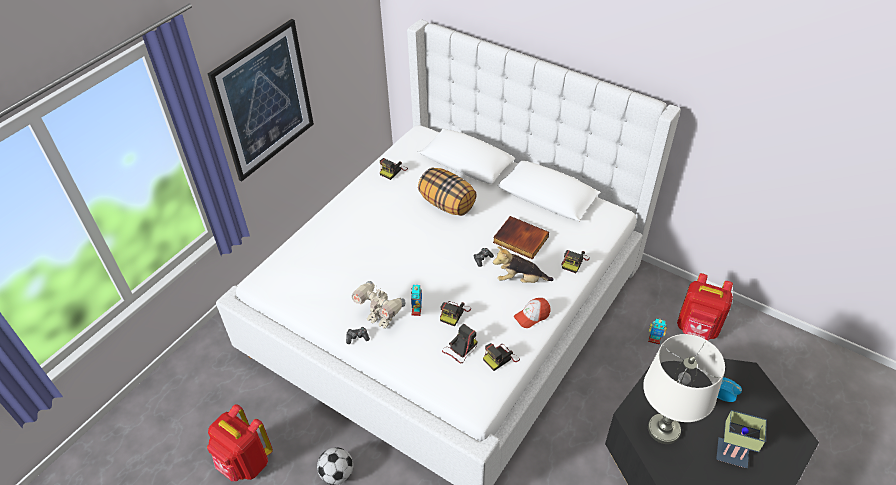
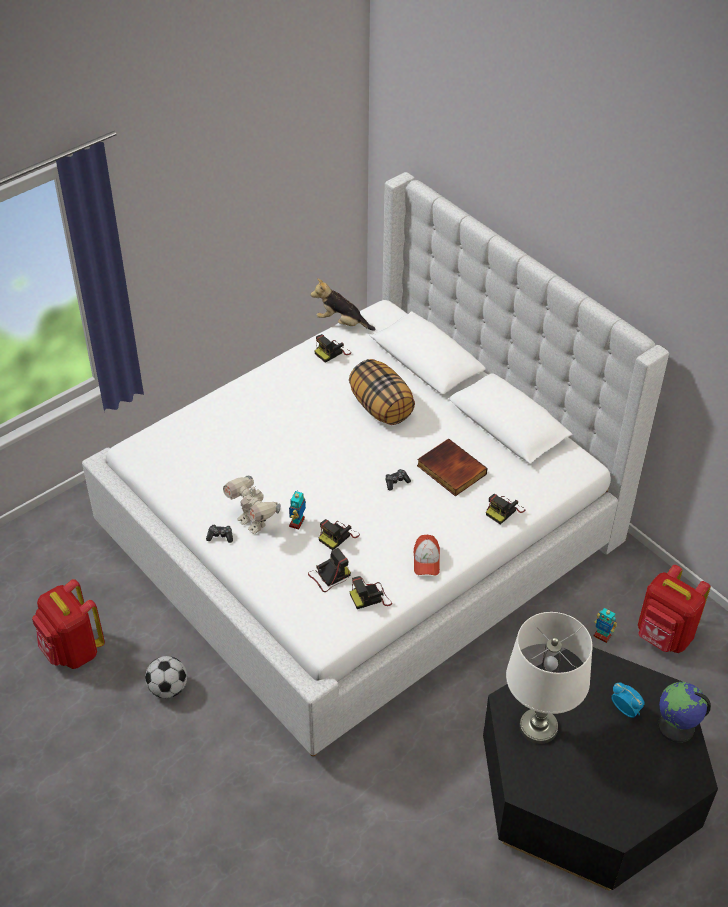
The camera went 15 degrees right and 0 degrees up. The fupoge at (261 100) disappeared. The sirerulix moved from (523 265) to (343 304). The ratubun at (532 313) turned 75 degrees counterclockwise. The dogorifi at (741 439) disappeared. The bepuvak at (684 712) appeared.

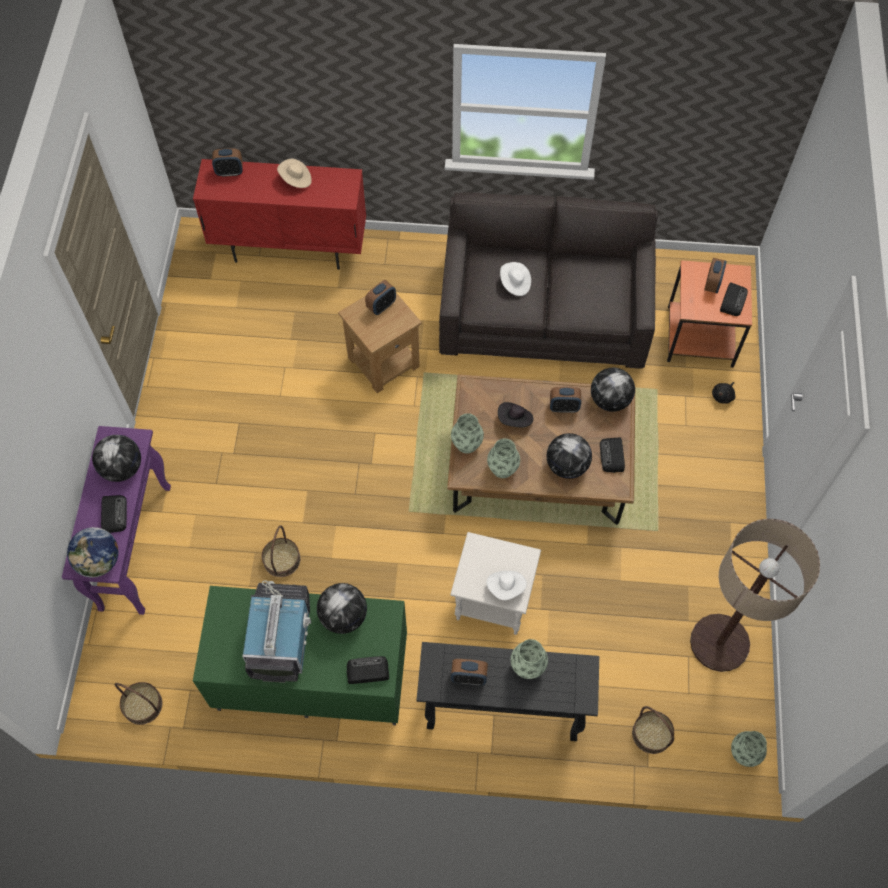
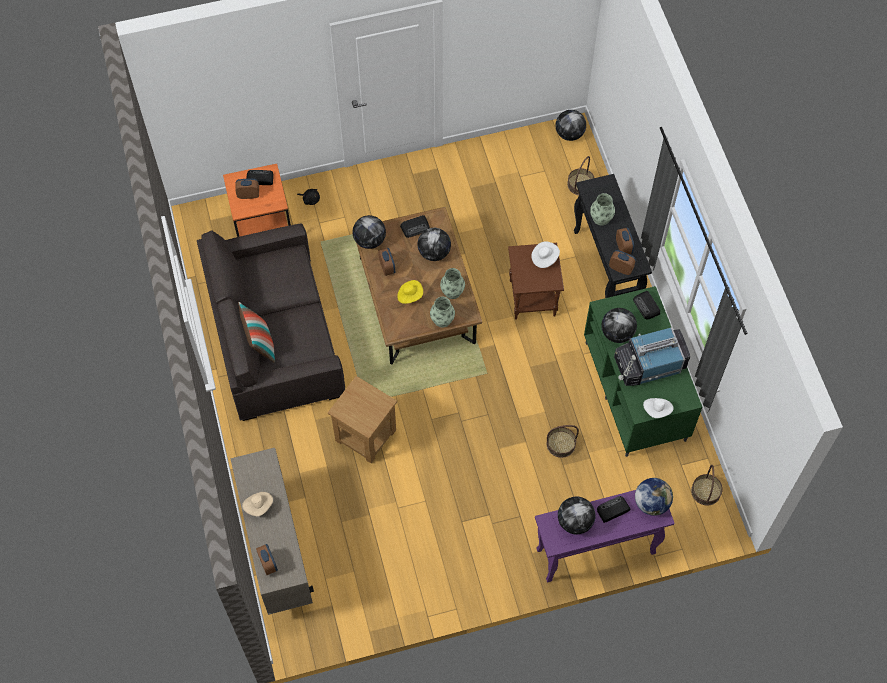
The camera went 110 degrees left and 0 degrees up. The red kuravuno at (279 214) became the beige kuravuno at (272 531). The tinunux moved from (380 297) to (622 262). The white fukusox at (495 583) became the brown fukusox at (536 281). The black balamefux at (515 414) became the yellow balamefux at (410 292). The white balamefux moved from (515 279) to (658 408). The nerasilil at (755 595) disappeared. The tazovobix at (749 749) was replaced by the bepuvak at (570 125). The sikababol at (256 332) appeared.

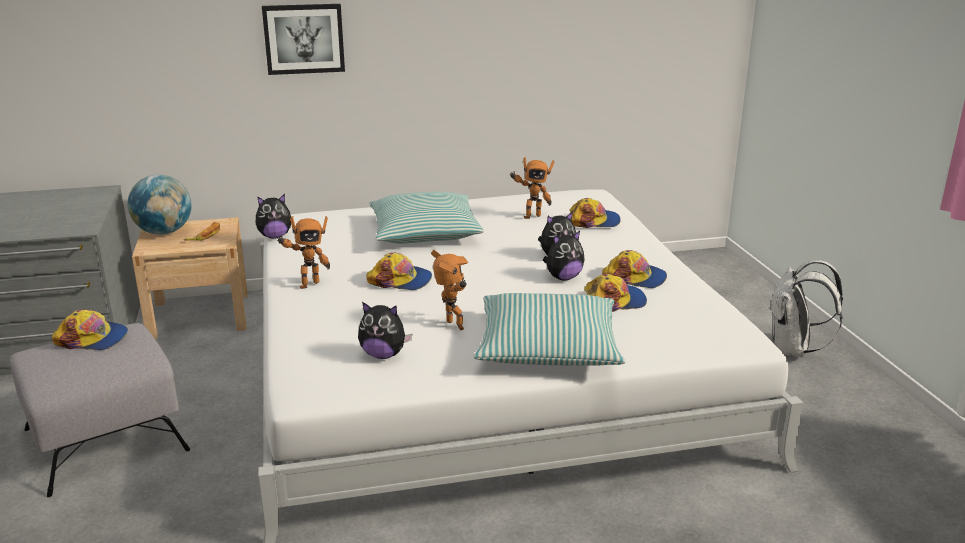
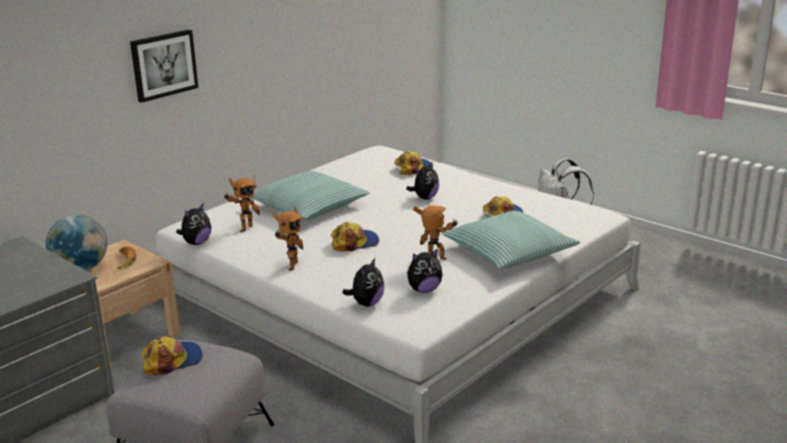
The camera went 35 degrees left and 0 degrees up. The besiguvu moved from (531 188) to (242 203). The sirerulix moved from (564 255) to (363 282). The ratubun at (634 269) disappeared.

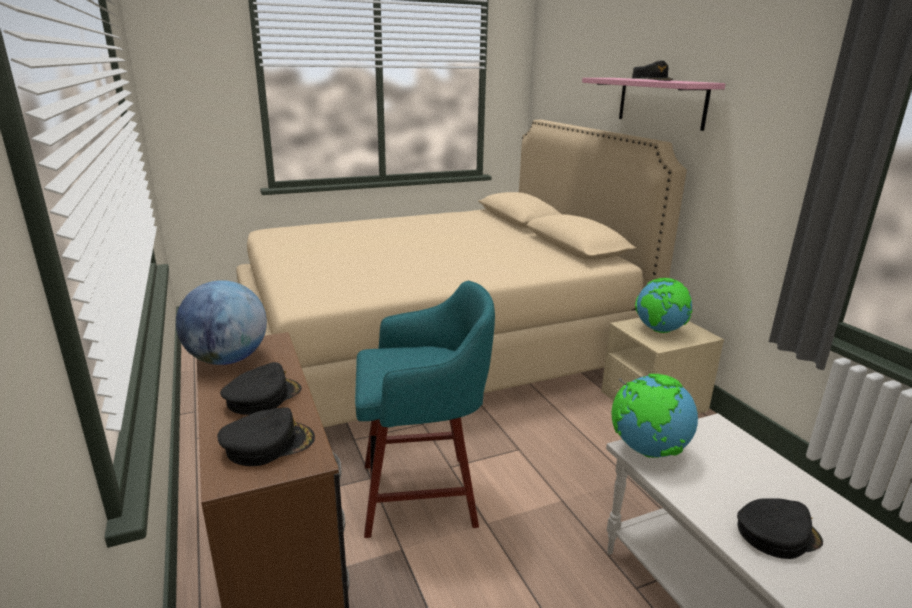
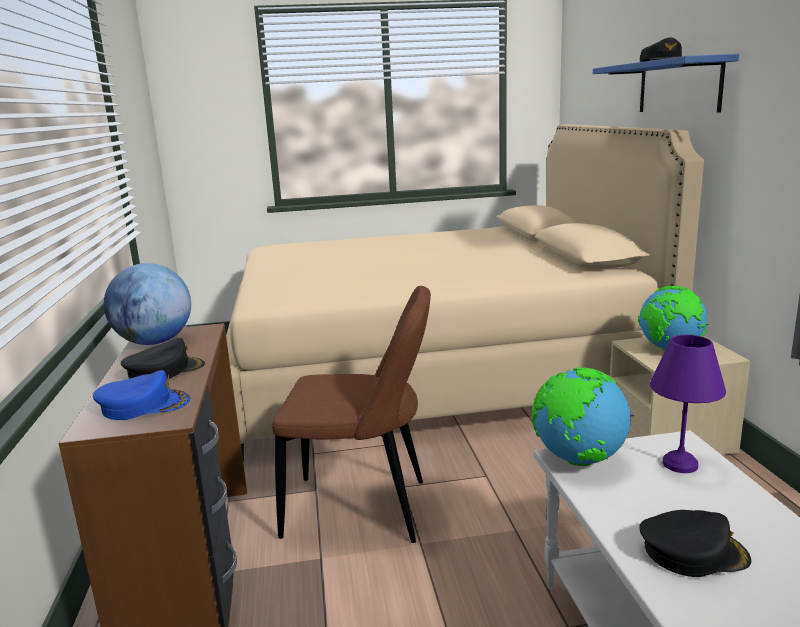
The camera went 15 degrees right and 5 degrees down. The black ratubun at (266 436) became the blue ratubun at (141 395). The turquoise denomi at (425 409) was replaced by the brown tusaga at (351 414). The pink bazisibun at (654 104) became the blue bazisibun at (666 83). The purple dogorifi at (688 404) appeared.

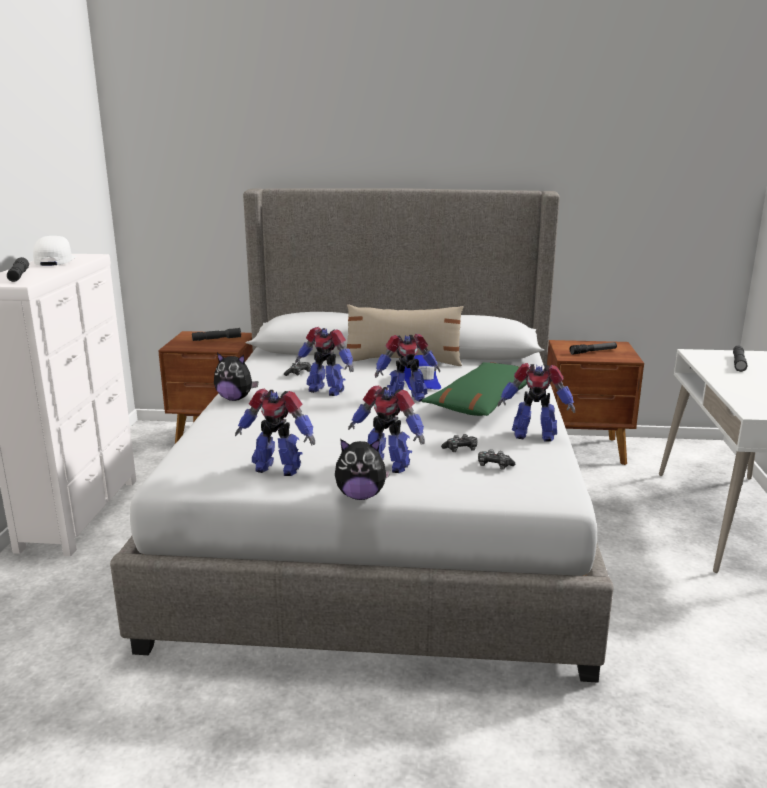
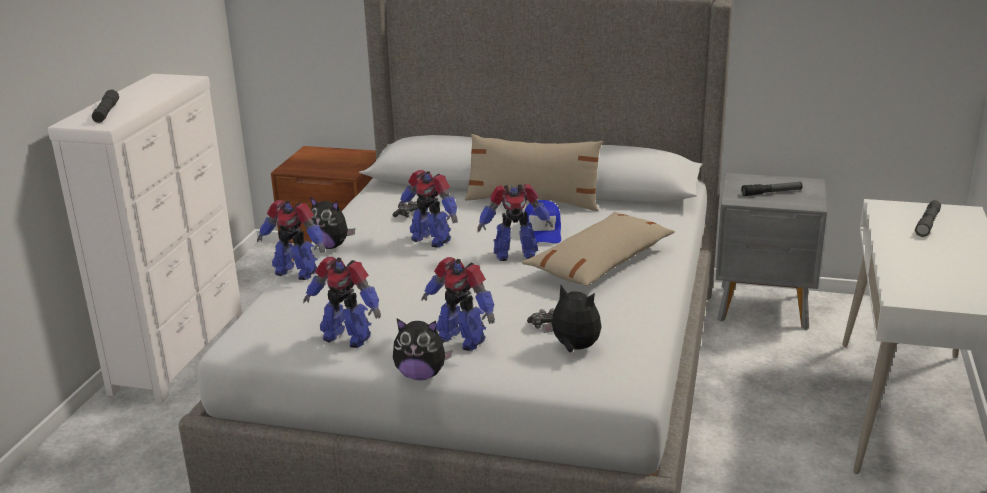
The camera went 10 degrees right and 5 degrees up. The white ratubun at (55 251) disappeared. The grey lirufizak at (216 334) disappeared. The green sikababol at (475 389) became the beige sikababol at (598 249). The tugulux at (496 459) was replaced by the sirerulix at (572 318). The besiguvu moved from (536 402) to (291 240). The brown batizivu at (595 402) became the grey batizivu at (771 251).

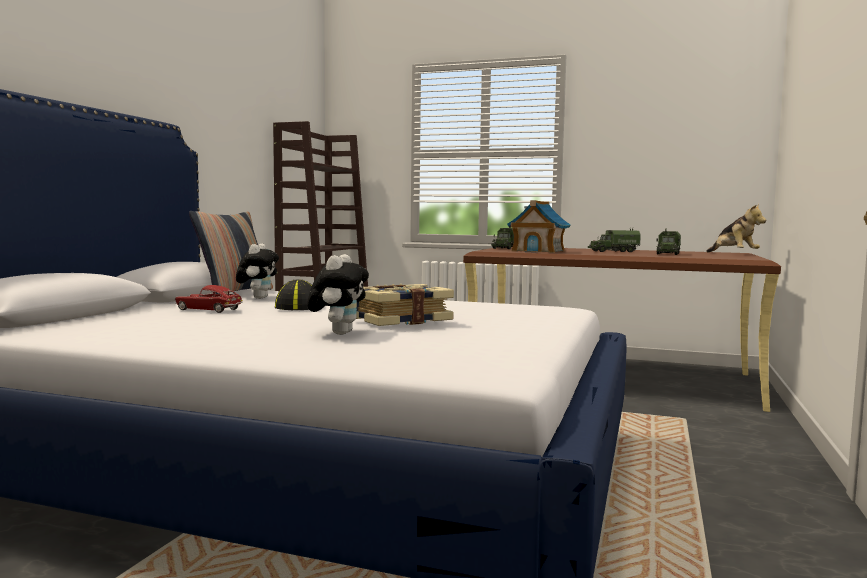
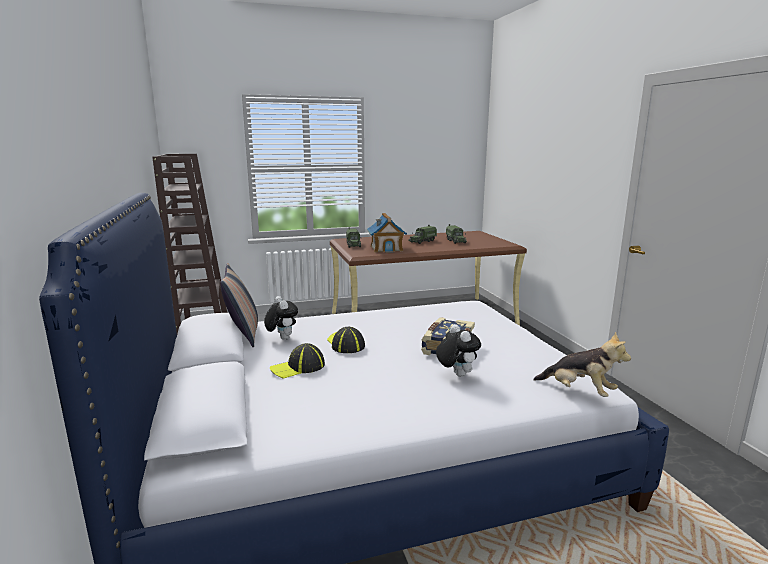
The camera went 35 degrees left and 10 degrees up. The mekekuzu at (209 299) was replaced by the ratubun at (297 361). The sirerulix moved from (736 228) to (582 364).

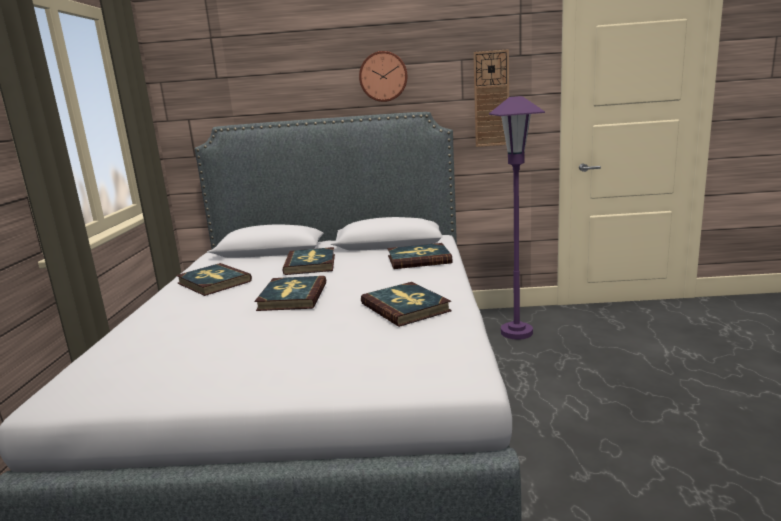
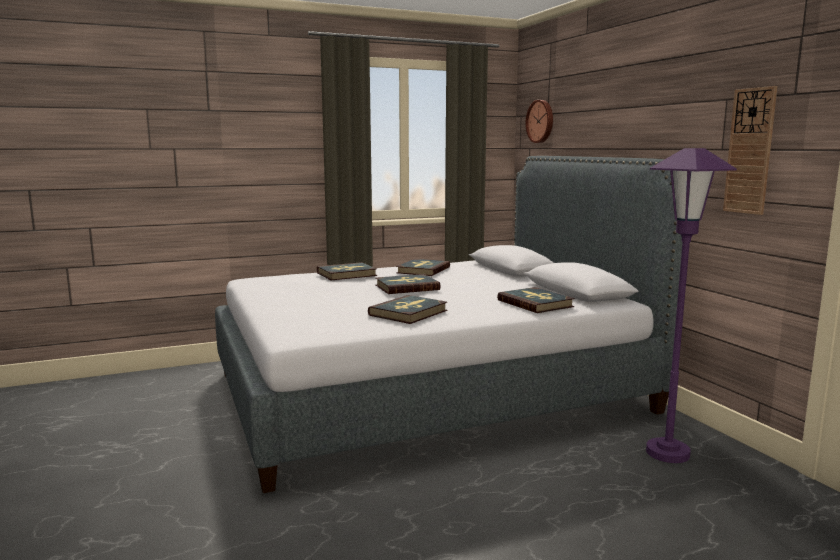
The camera went 65 degrees right and 5 degrees down. The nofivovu moved from (308 261) to (347 271). The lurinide moved from (383 76) to (539 121).

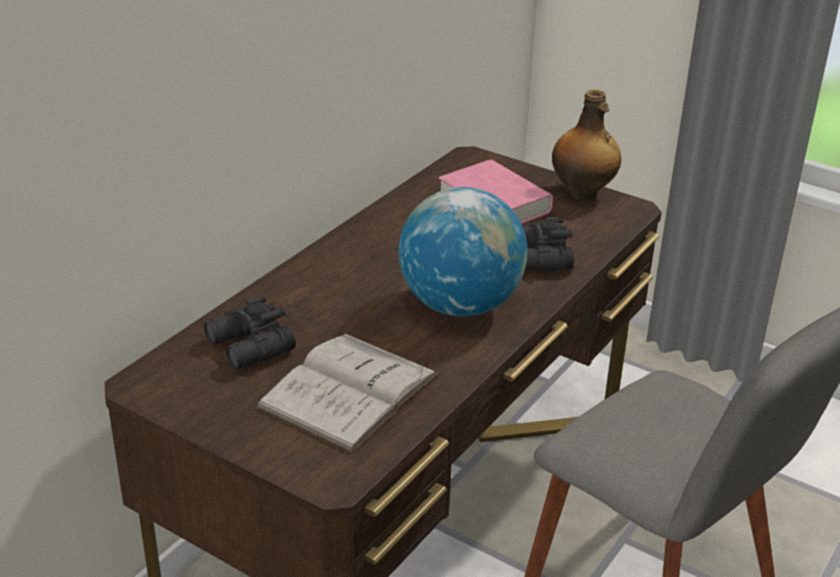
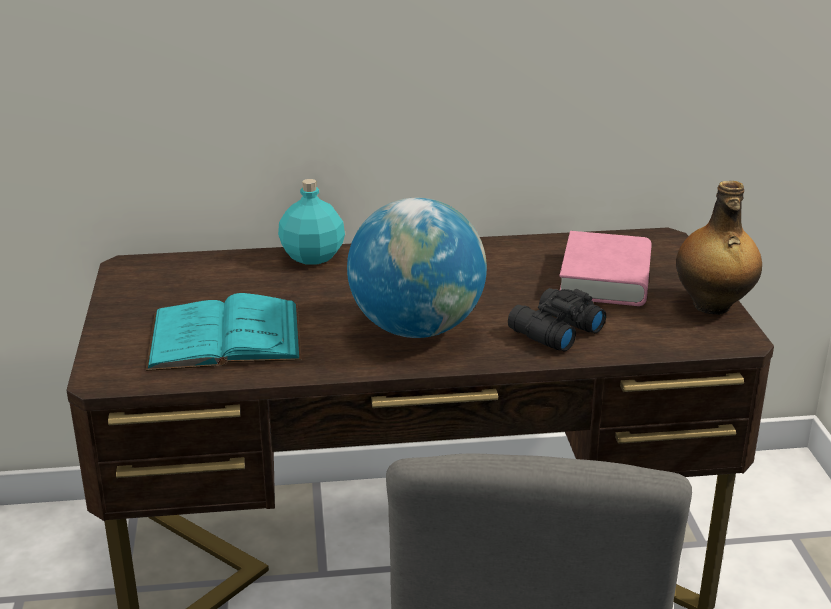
The camera went 50 degrees right and 5 degrees down. The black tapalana at (250 333) disappeared. The white nofivovu at (347 394) became the turquoise nofivovu at (224 332). The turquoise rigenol at (311 222) appeared.

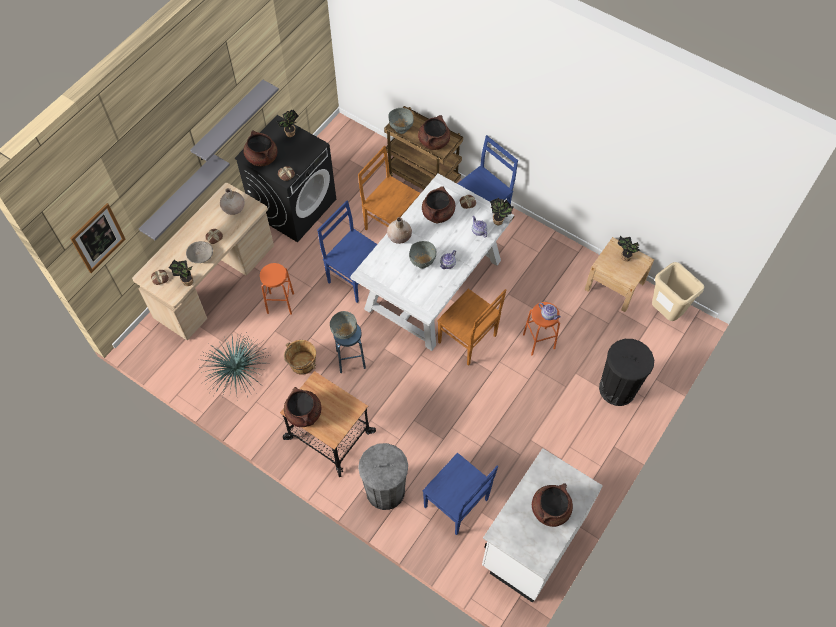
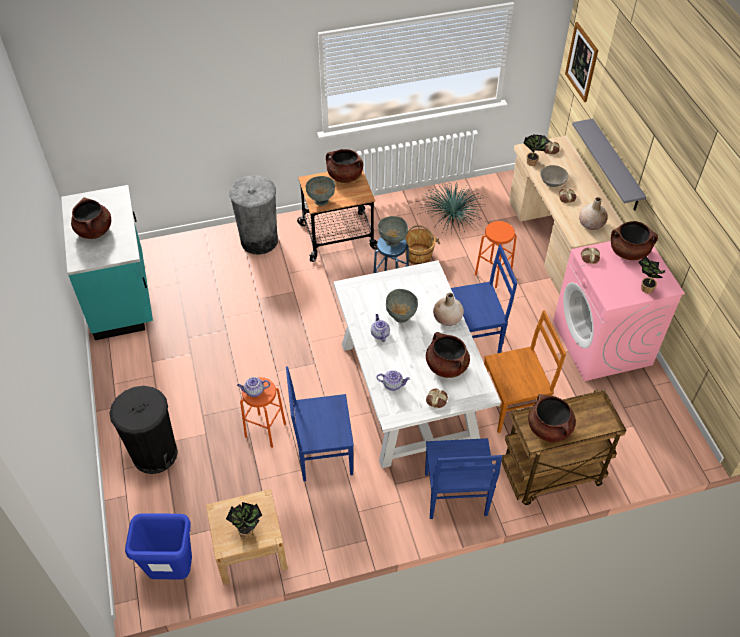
The camera went 130 degrees right and 10 degrees down. The grey bazisibun at (234 120) disappeared. The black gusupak at (285 178) became the pink gusupak at (619 311). The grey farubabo moved from (401 121) to (320 191). The blue tusaga moved from (460 494) to (320 423). The brown tusaga at (471 327) disappeared. The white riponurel at (542 525) became the turquoise riponurel at (107 262). The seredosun at (502 211) disappeared. The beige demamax at (678 291) became the blue demamax at (158 546).

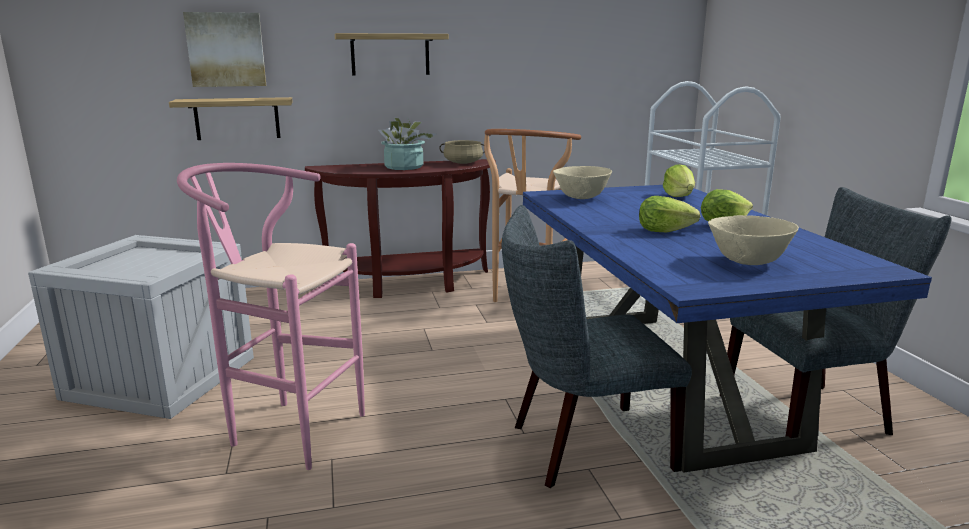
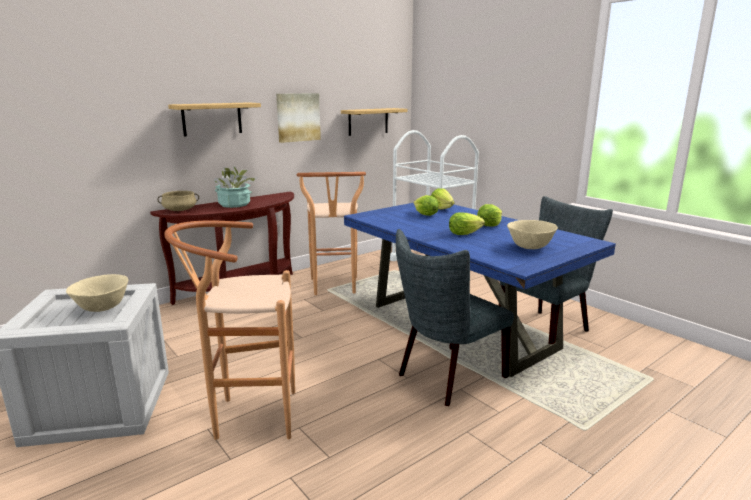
The camera went 25 degrees left and 0 degrees up. The bazisibun moved from (231 118) to (374 122). The pink denomi at (271 316) became the brown denomi at (229 330). The fupoge moved from (224 49) to (298 118). The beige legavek moved from (462 152) to (178 201). The beige farubabo moved from (582 182) to (97 293). The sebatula at (426 205) appeared.

